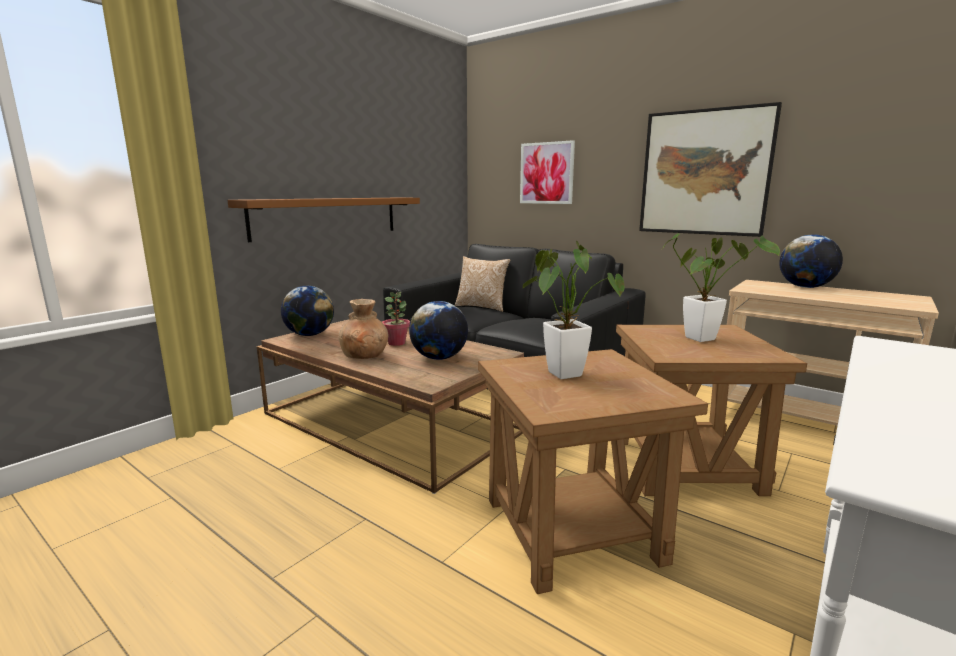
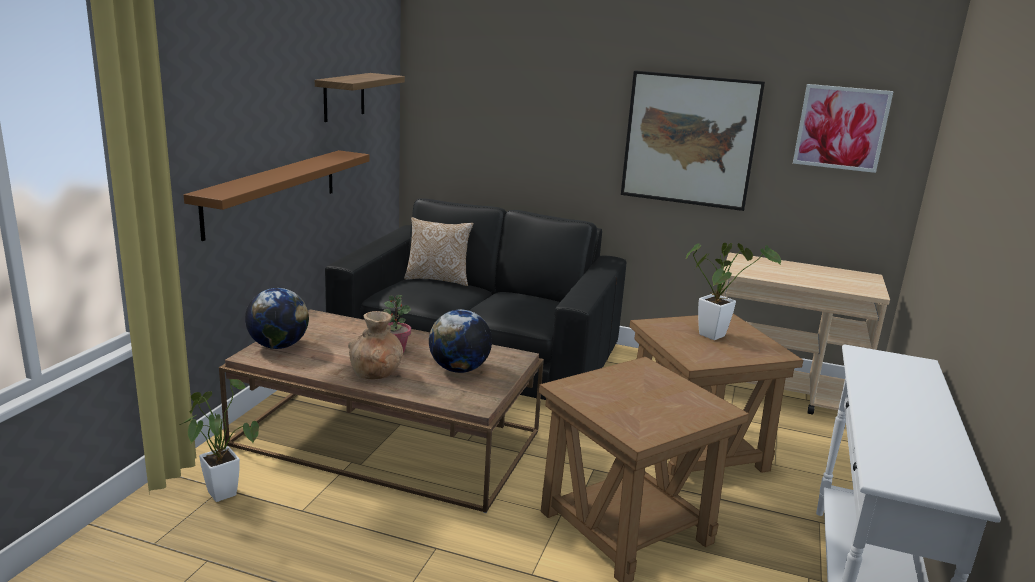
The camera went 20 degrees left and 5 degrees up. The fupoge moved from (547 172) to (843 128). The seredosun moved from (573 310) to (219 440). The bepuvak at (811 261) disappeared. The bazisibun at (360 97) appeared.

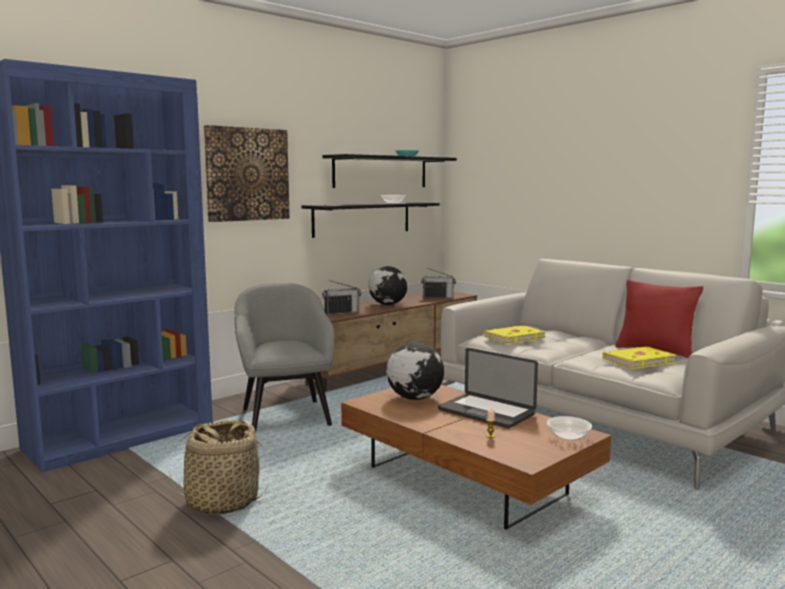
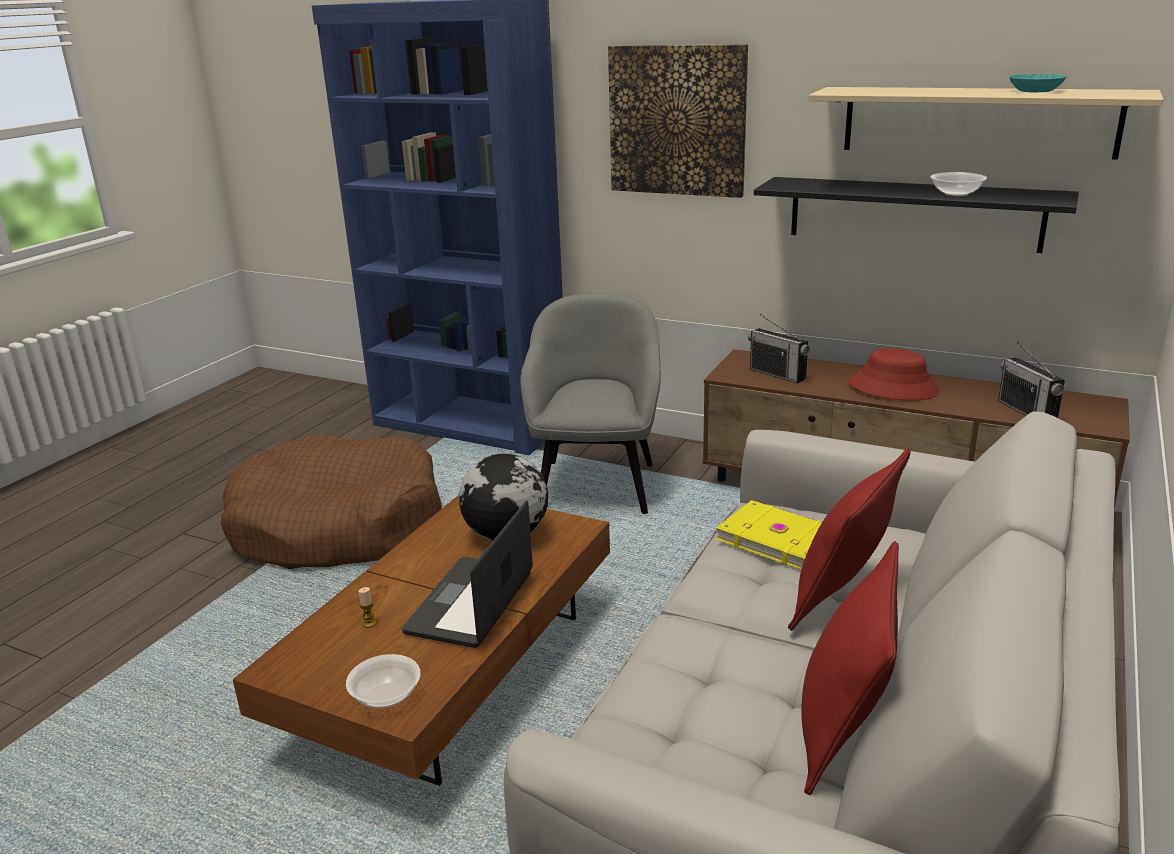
The camera went 70 degrees right and 15 degrees up. The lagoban at (218 467) was replaced by the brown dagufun at (331 502). The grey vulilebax at (284 357) turned 45 degrees counterclockwise. The black bazisibun at (389 171) became the beige bazisibun at (986 123). The bepuvak at (388 285) was replaced by the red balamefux at (894 374). The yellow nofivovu at (639 357) disappeared. The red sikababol at (849 540) appeared.

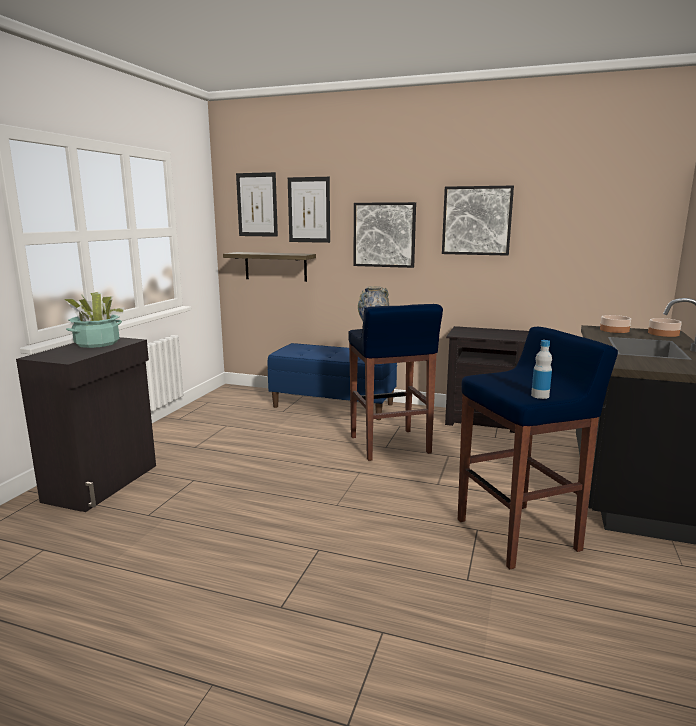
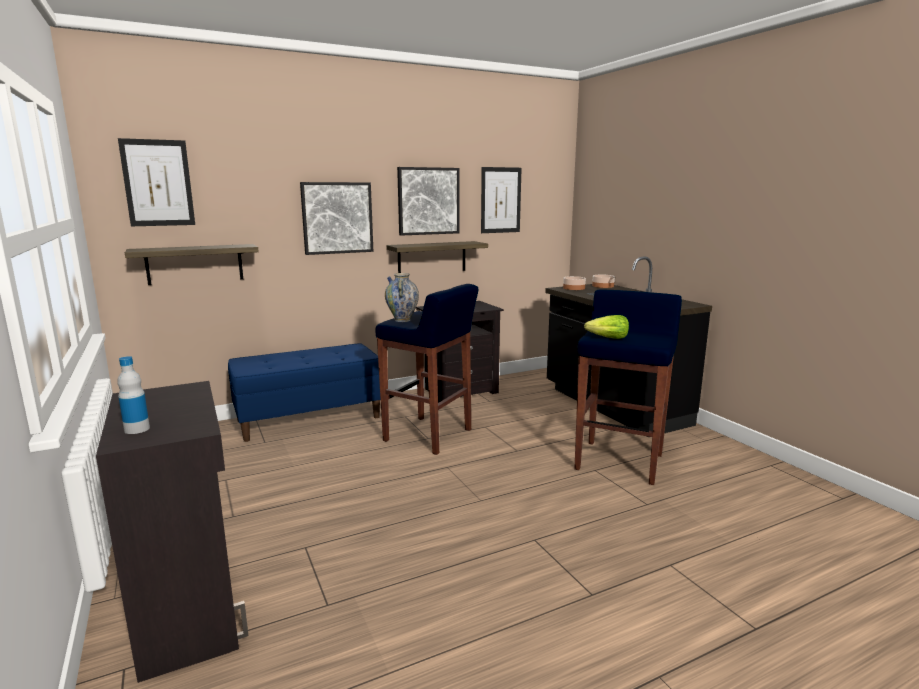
The camera went 45 degrees left and 0 degrees up. The seredosun at (94 320) disappeared. The fupoge moved from (309 210) to (501 200). The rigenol moved from (541 369) to (133 395). The bazisibun at (437 257) appeared. The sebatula at (606 327) appeared.

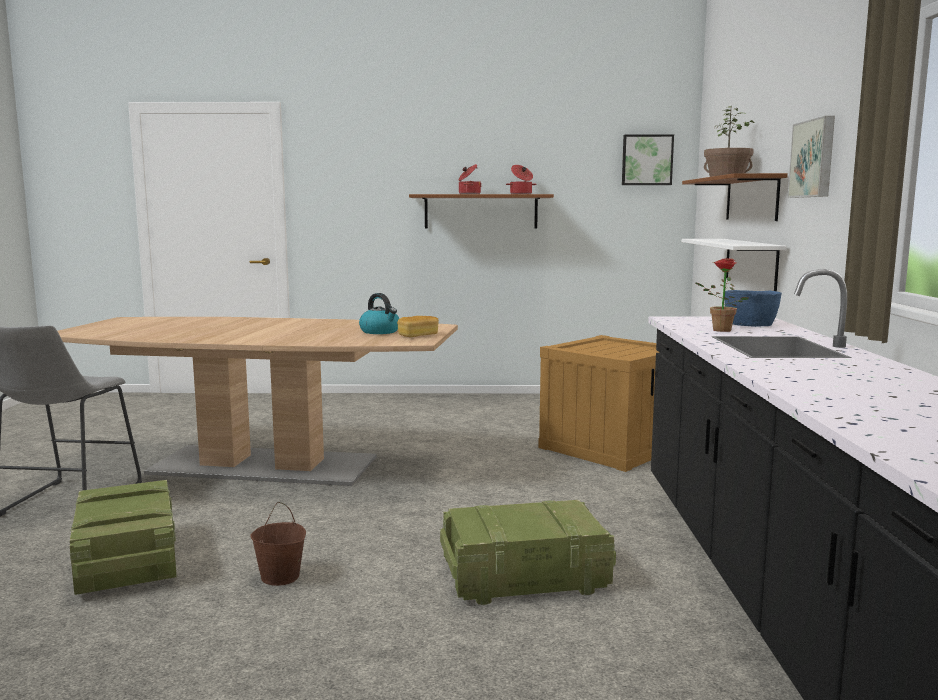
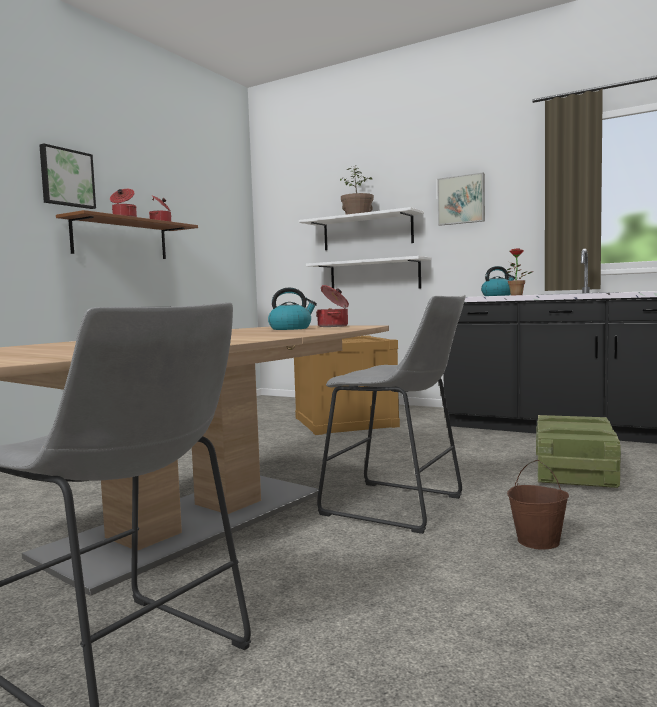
The camera went 60 degrees left and 5 degrees down. The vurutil at (123 537) disappeared. The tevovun at (418 326) was replaced by the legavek at (332 306). The fupoge moved from (648 160) to (67 176). The brown bazisibun at (735 197) became the white bazisibun at (361 228). The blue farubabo at (753 308) was replaced by the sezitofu at (498 281). The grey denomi at (391 414) appeared.

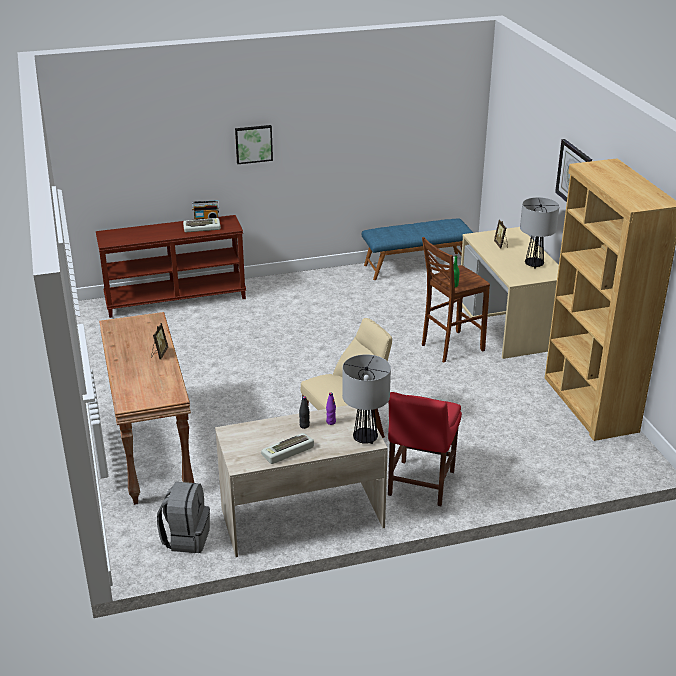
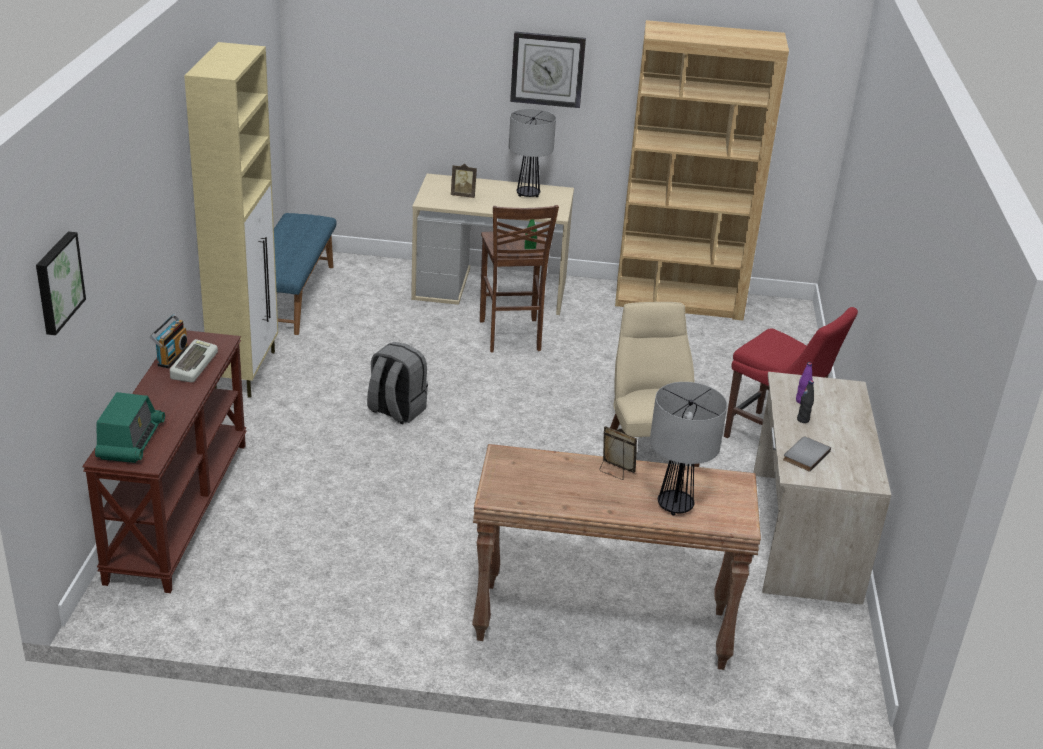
The camera went 70 degrees left and 0 degrees up. The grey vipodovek moved from (183 517) to (397 383). The fupoge moved from (254 144) to (61 283). The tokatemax at (287 448) disappeared. The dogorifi moved from (366 399) to (688 448). The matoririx at (130 427) appeared. The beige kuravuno at (231 220) appeared. The grey nofivovu at (807 454) appeared.

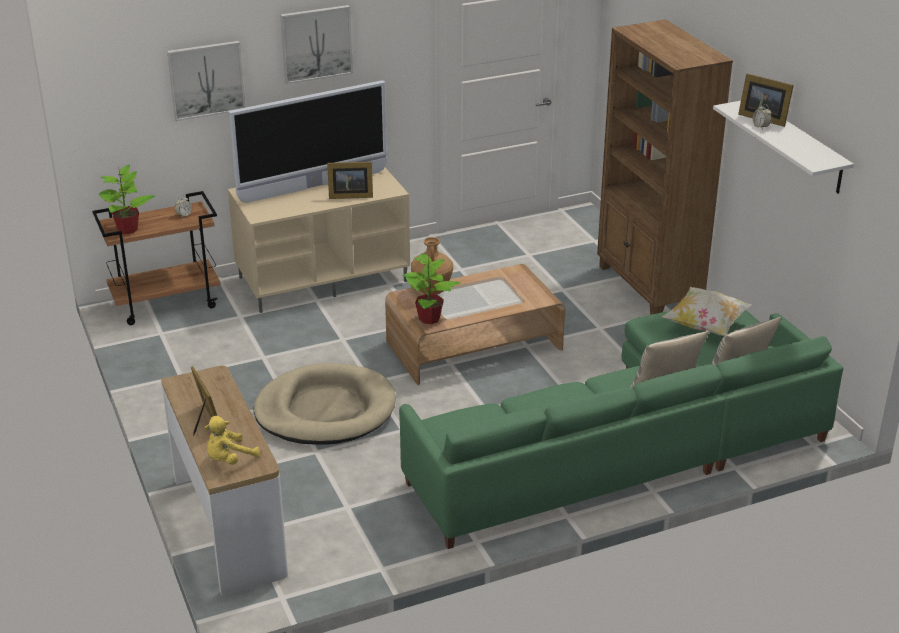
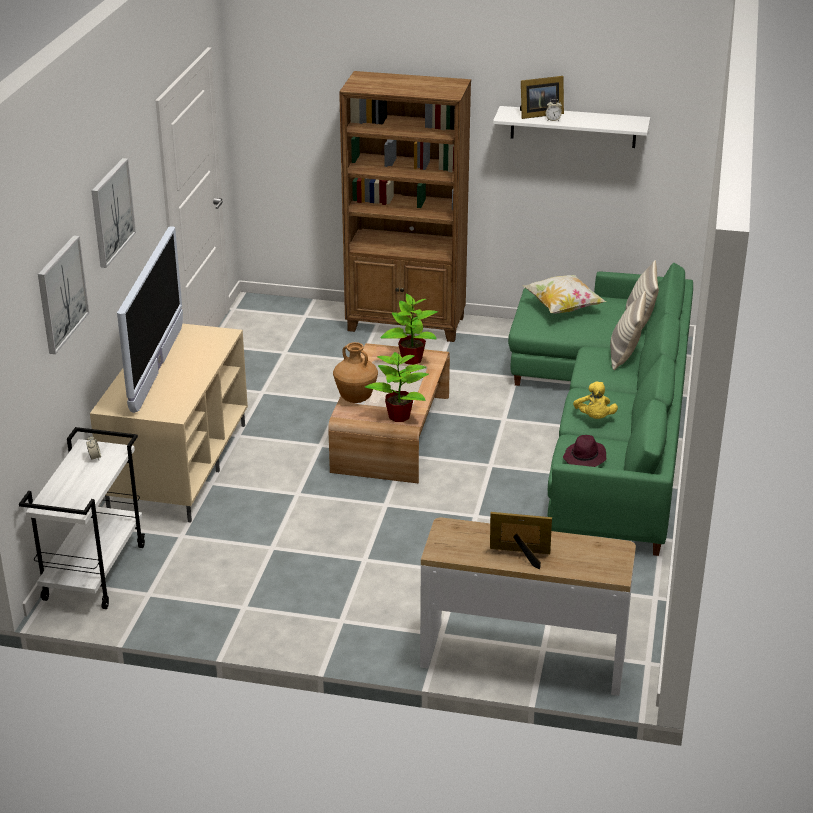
The camera went 55 degrees left and 0 degrees up. The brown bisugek at (156 258) became the white bisugek at (82 518). The seredosun moved from (127 199) to (409 329). The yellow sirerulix moved from (232 440) to (595 400). The beige dagufun at (325 404) disappeared. The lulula at (350 180) disappeared. The purple balamefux at (585 451) appeared.

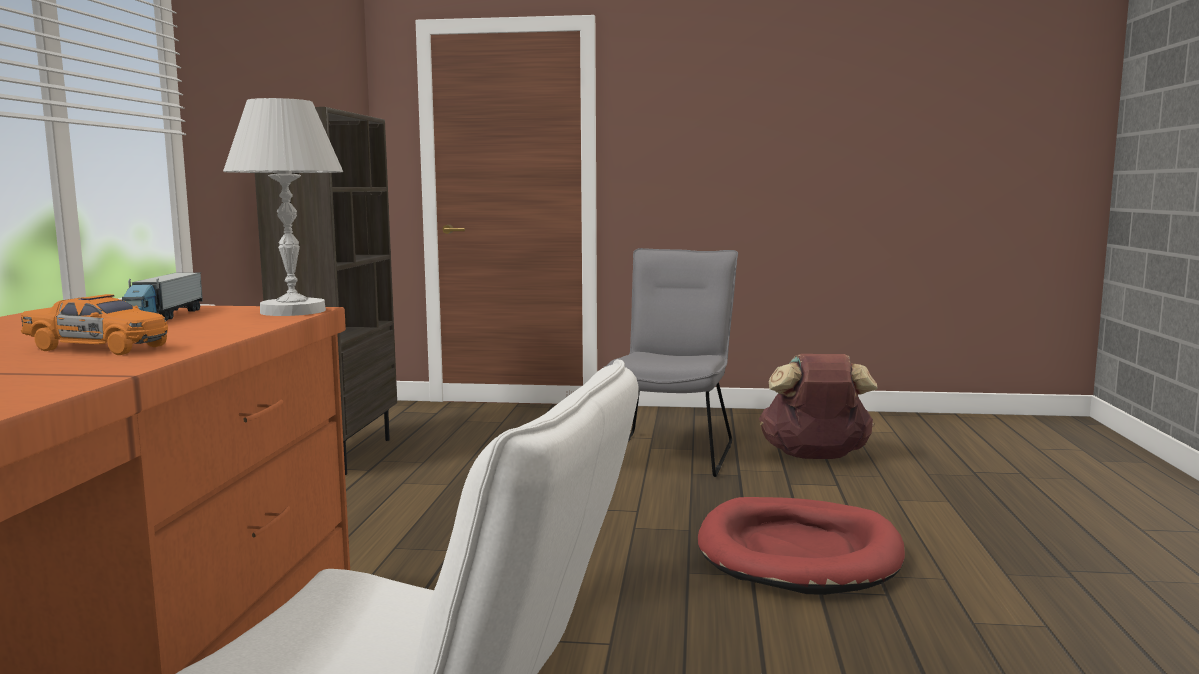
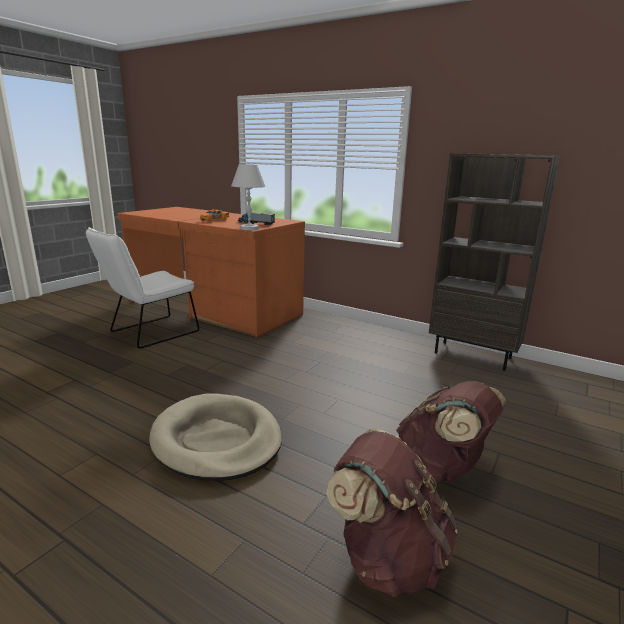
The camera went 115 degrees right and 10 degrees up. The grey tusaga at (670 362) was replaced by the brown vipodovek at (451 432). The red dagufun at (801 546) became the beige dagufun at (216 437).

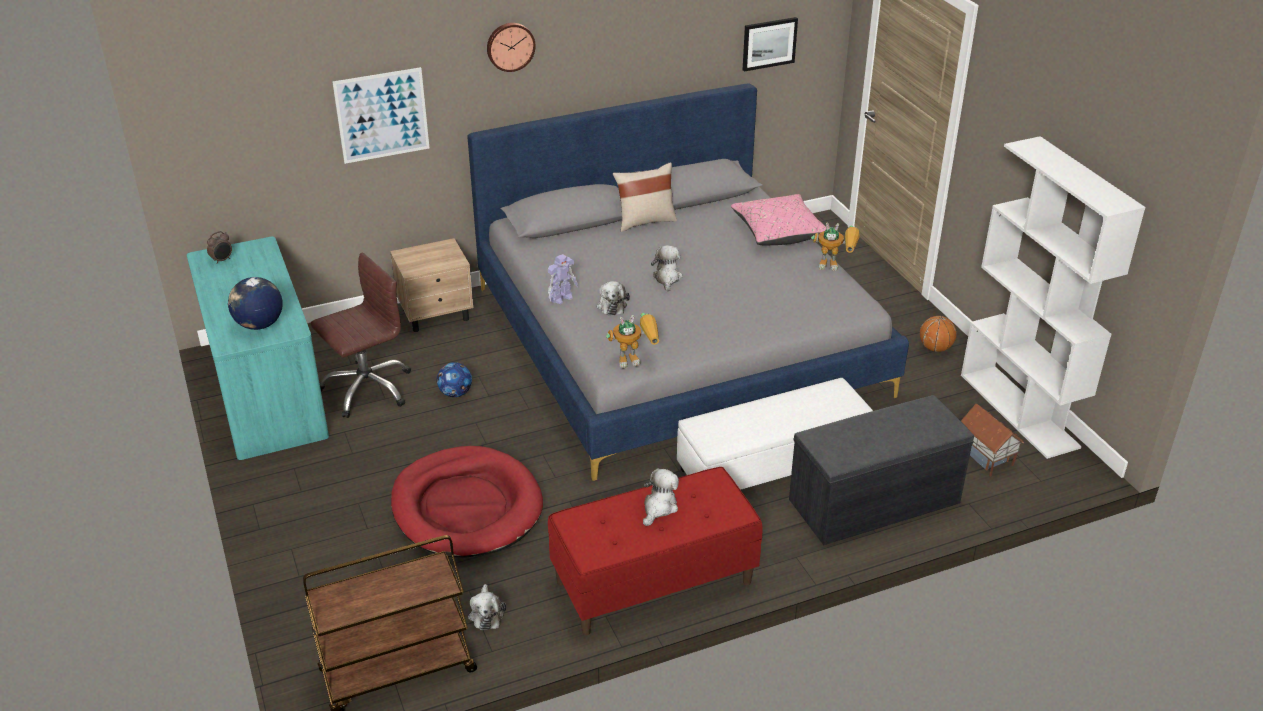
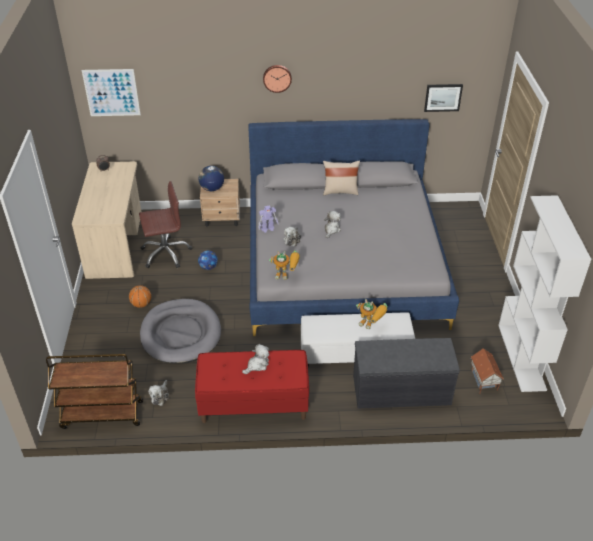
The camera went 20 degrees right and 5 degrees up. The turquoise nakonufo at (258 348) became the beige nakonufo at (106 220). The bepuvak moved from (255 303) to (211 178). The fupoge moved from (381 115) to (111 92). The red dagufun at (467 502) became the grey dagufun at (180 331). The pink sikababol at (779 220) disappeared. The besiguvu moved from (835 247) to (372 314). The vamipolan moved from (938 334) to (140 296).

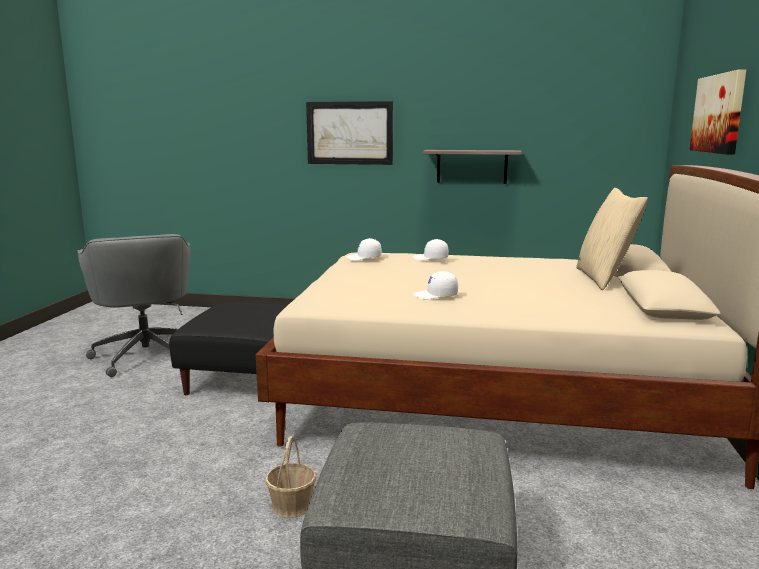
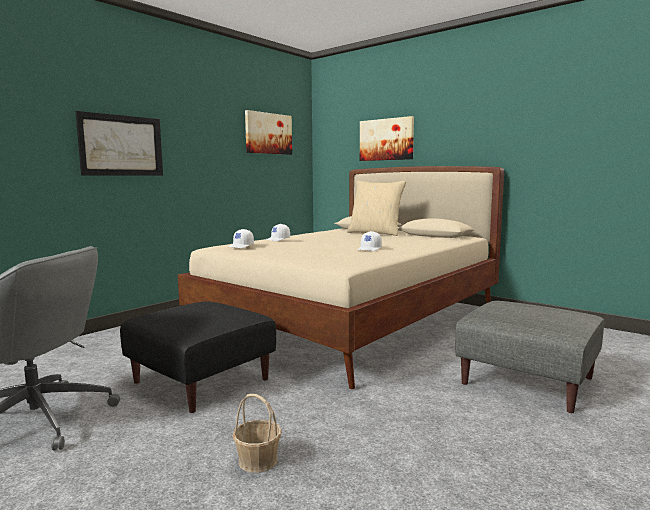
The camera went 60 degrees left and 5 degrees down. The lagoban moved from (290 476) to (257 433). The bazisibun at (472 167) disappeared. The fupoge at (268 132) appeared.

